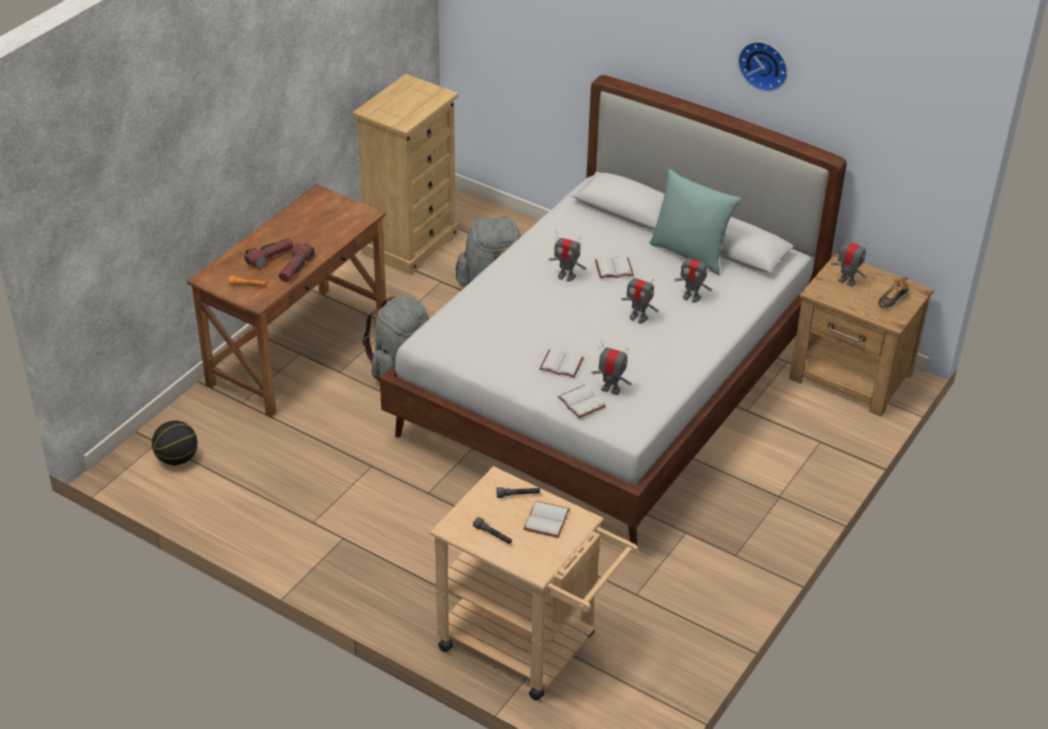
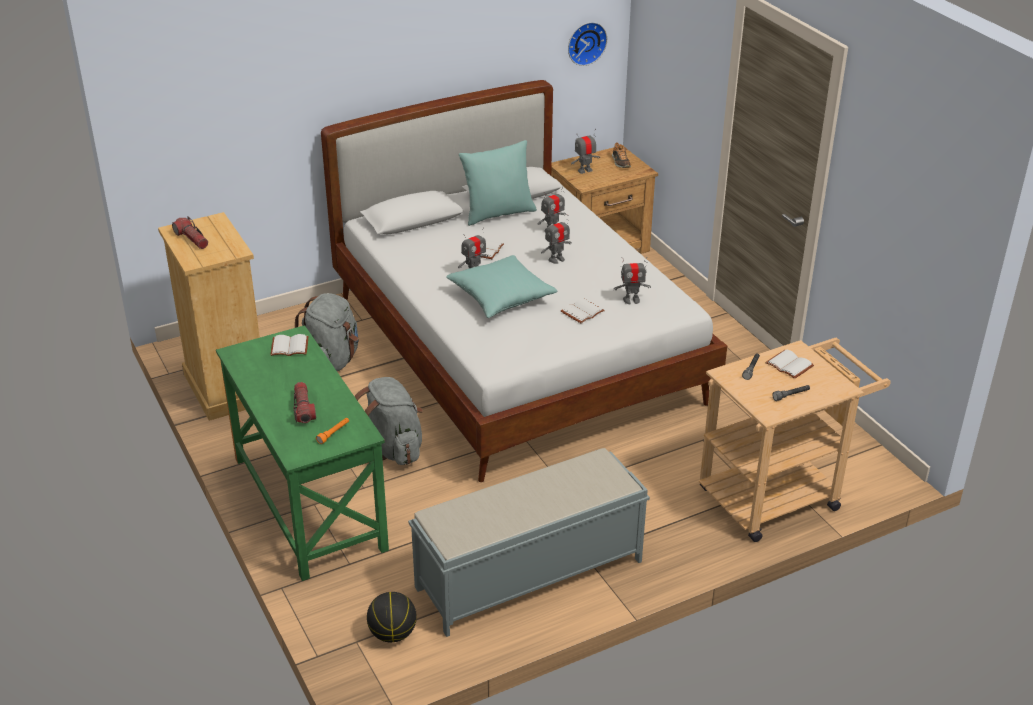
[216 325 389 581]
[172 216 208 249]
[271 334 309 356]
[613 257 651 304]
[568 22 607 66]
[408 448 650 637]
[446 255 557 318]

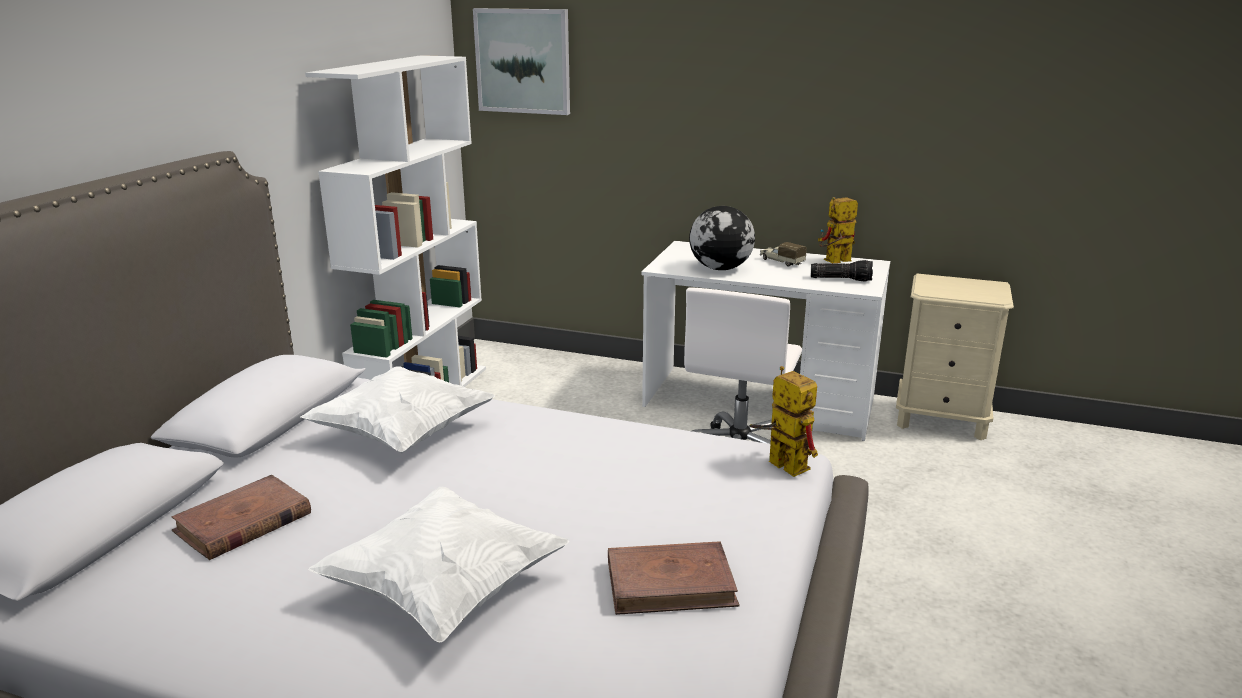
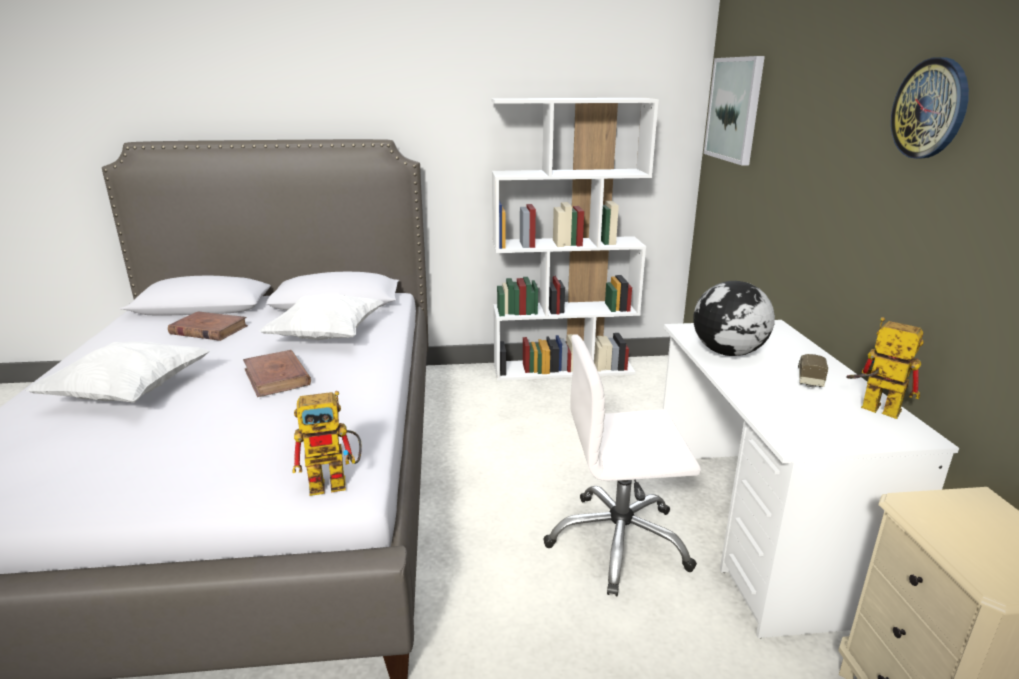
[243 350 311 397]
[292 391 361 496]
[811 260 873 282] (first image)
[891 57 969 159]

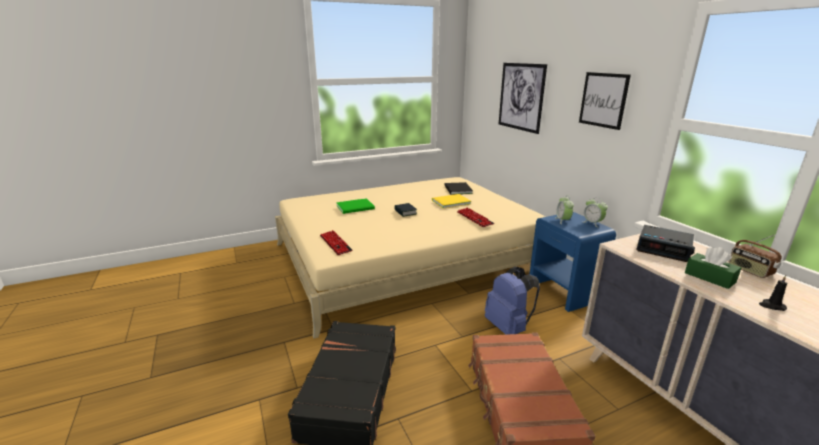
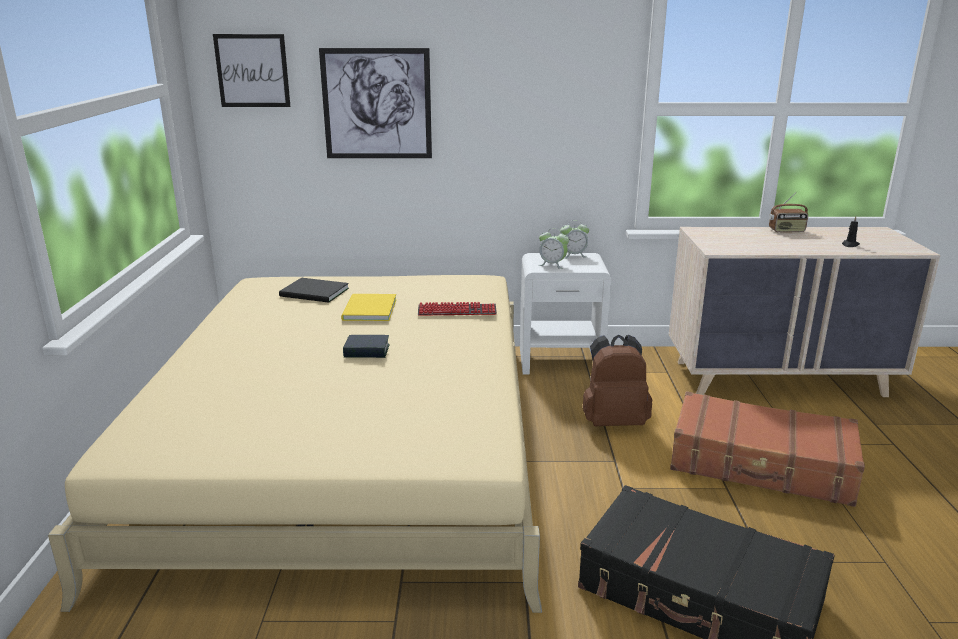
[320 230 353 255] (first image)
[336 198 375 214] (first image)
[583 335 652 426]
[520 253 611 374]
[213 34 290 107]
[636 225 695 262] (first image)
[685 247 741 289] (first image)

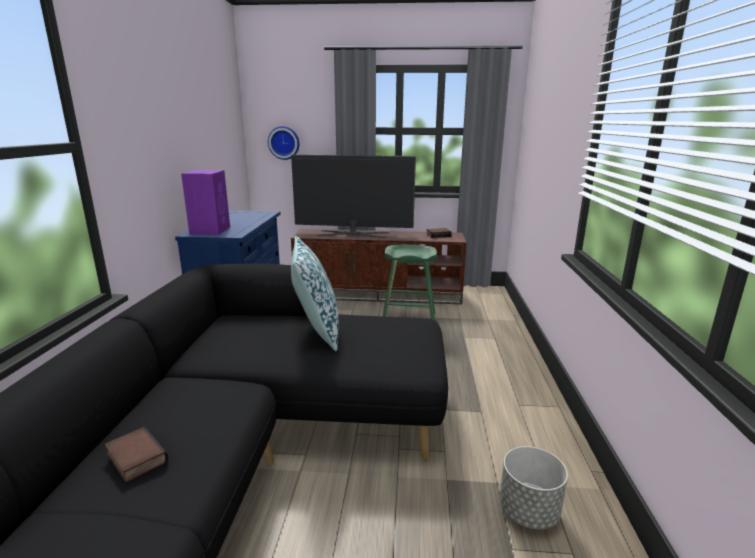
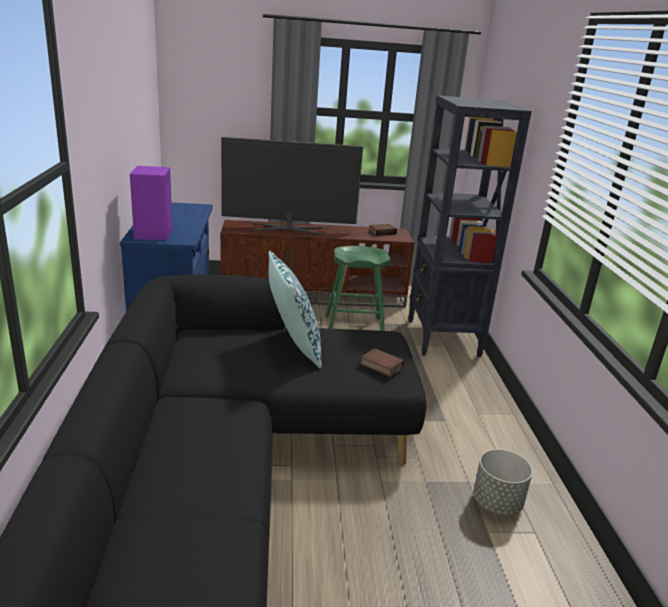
[360 348 404 377]
[268 126 299 160] (first image)
[408 96 532 357]

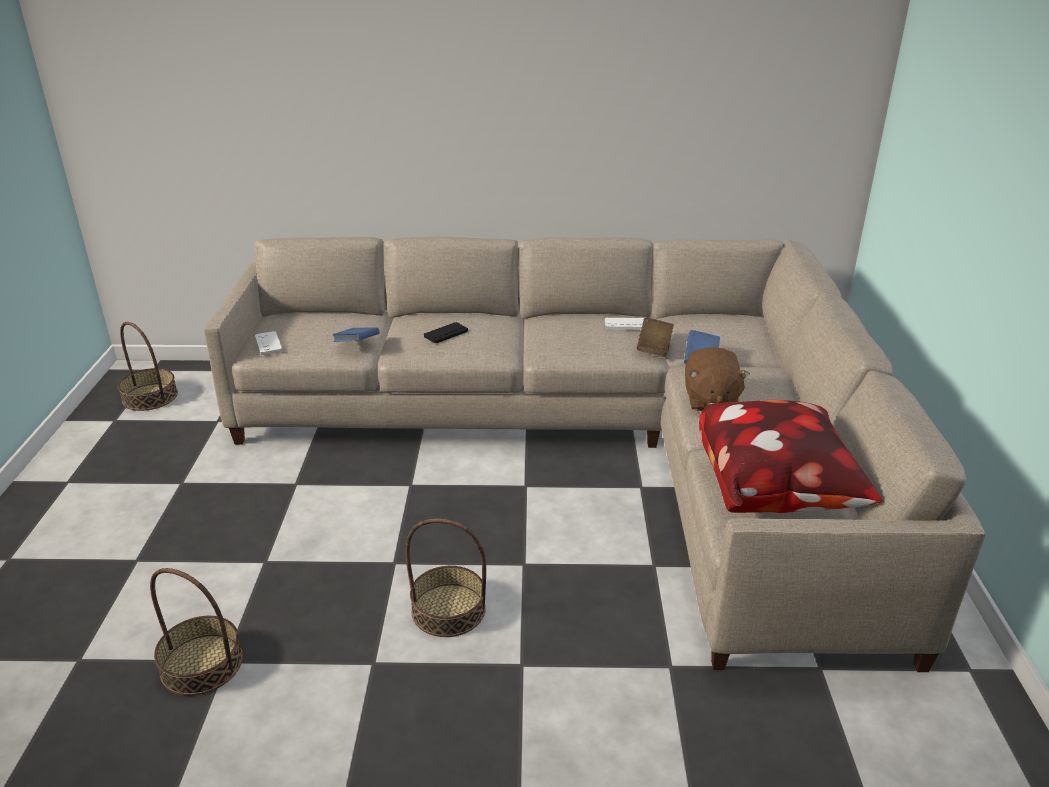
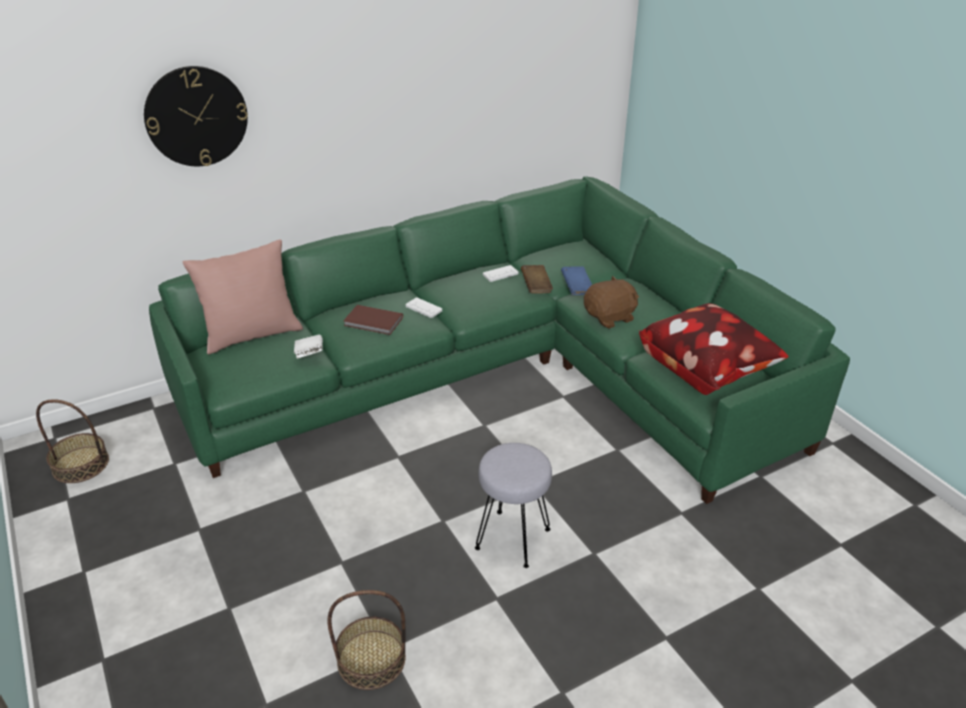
[149 176 850 504]
[406 298 442 318]
[294 335 323 359]
[475 443 552 568]
[343 305 403 335]
[584 276 639 329]
[144 66 248 166]
[183 239 303 355]

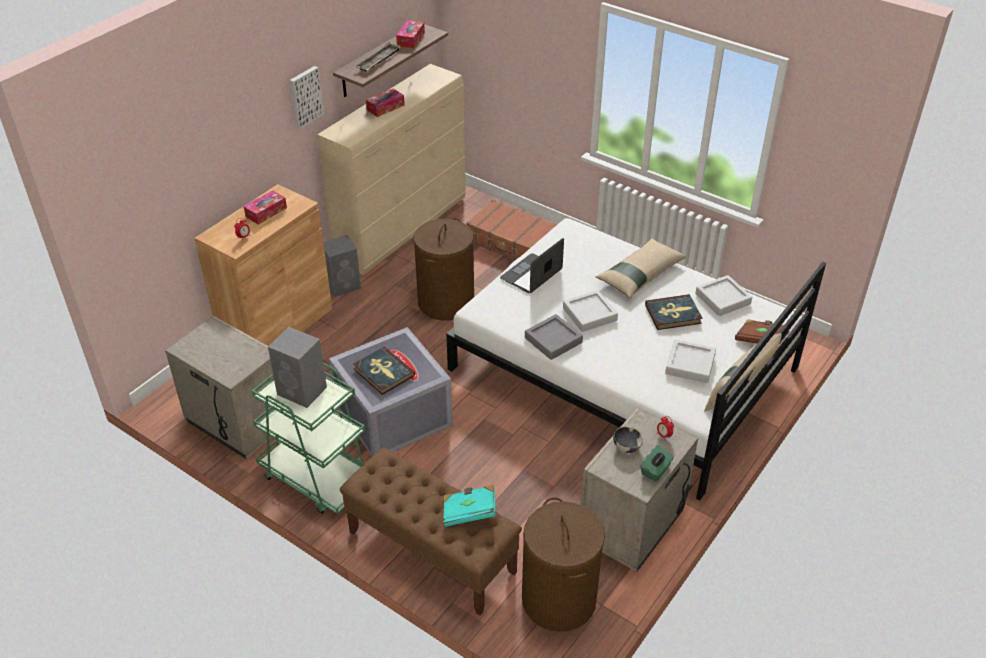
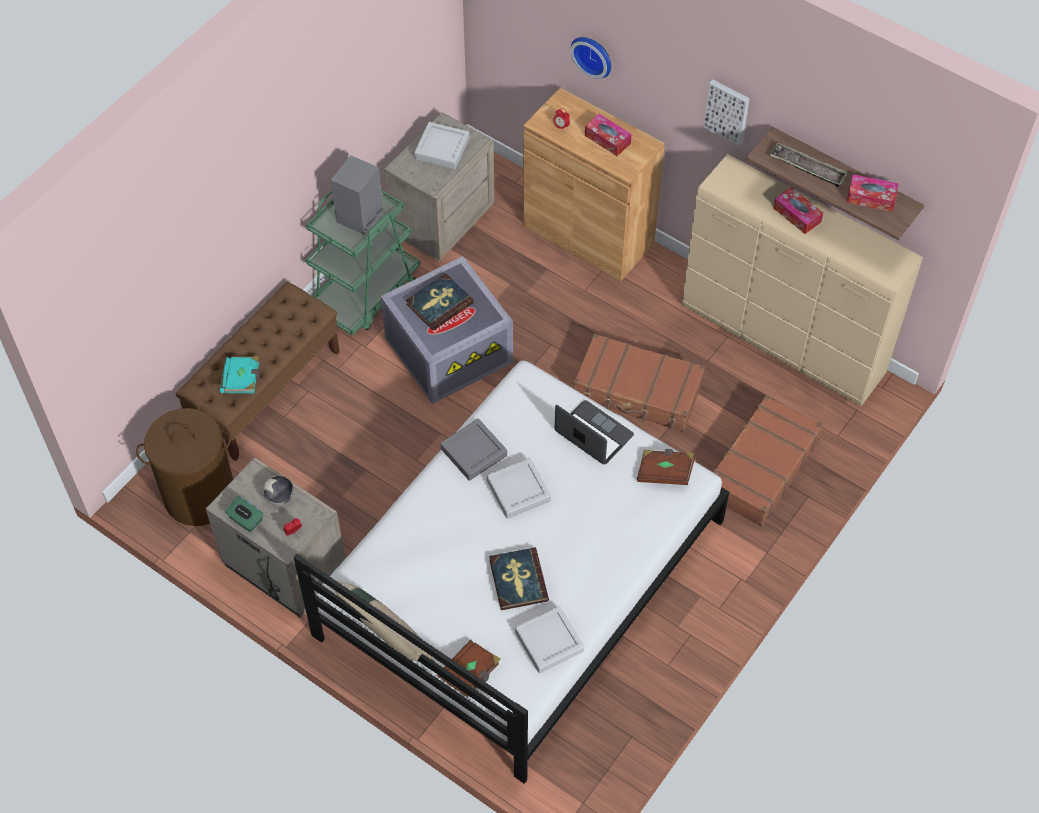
[323 235 361 297] (first image)
[574 333 705 432]
[596 238 686 298] (first image)
[414 122 469 169]
[570 37 611 79]
[637 449 695 485]

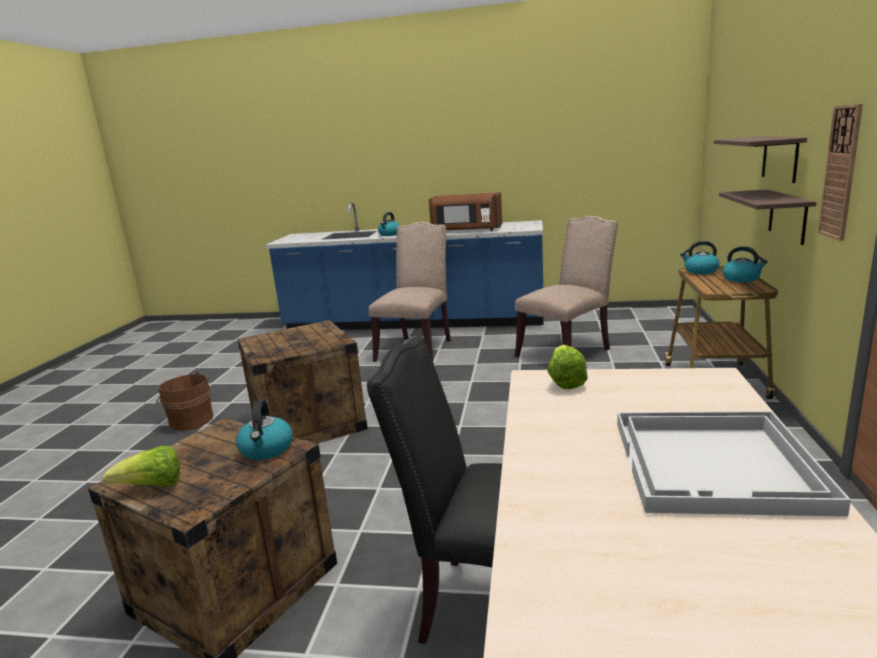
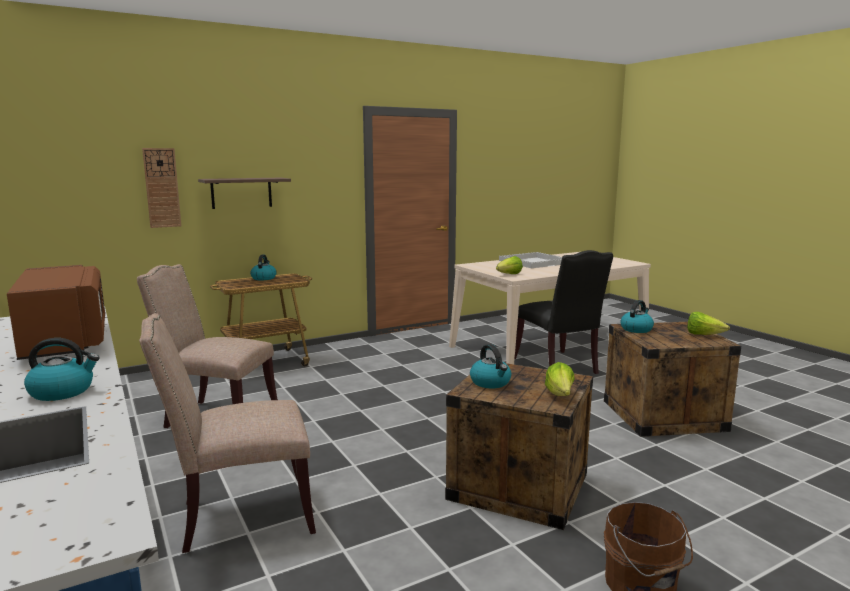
[470 344 511 388]
[719 189 817 245] (first image)
[142 148 181 228]
[545 362 575 396]

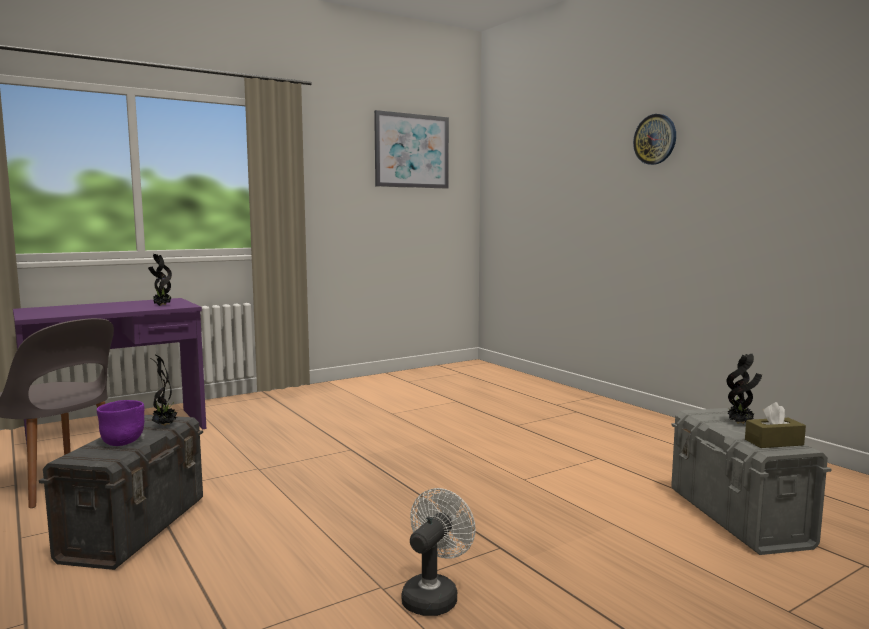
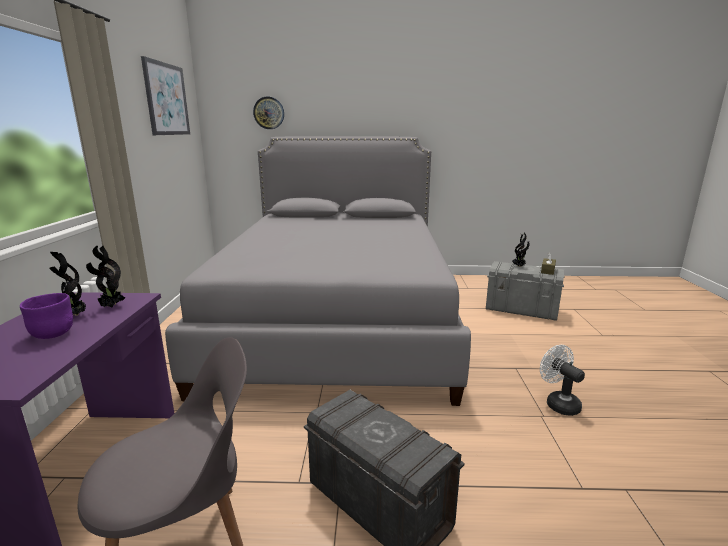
[20 293 73 339]
[49 252 86 316]
[253 97 284 129]
[165 136 471 406]

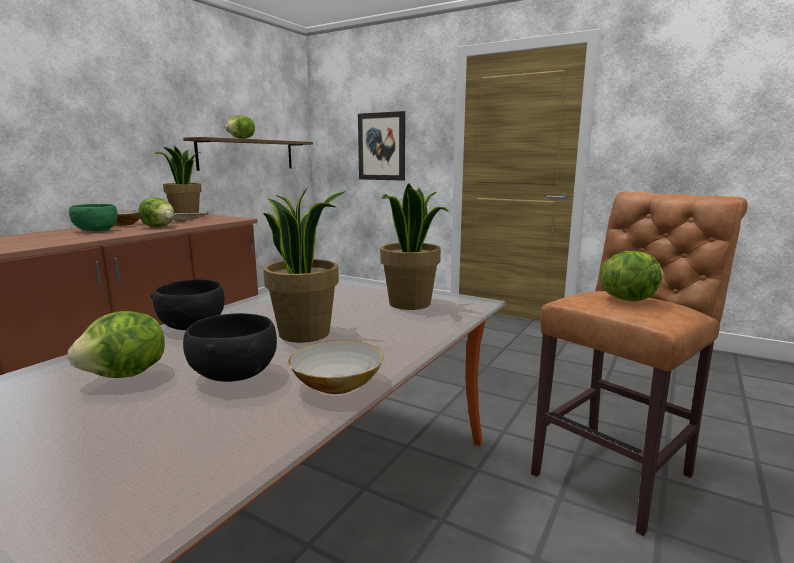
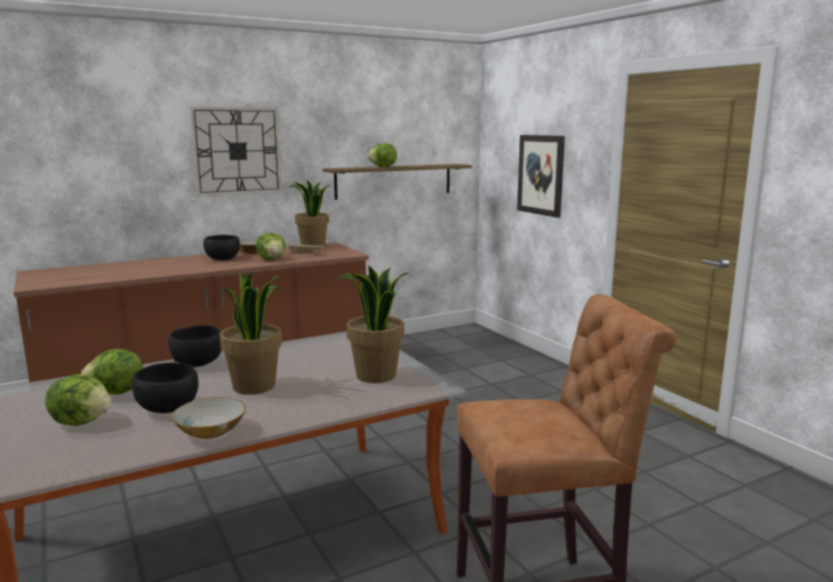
[203 235 240 260]
[45 374 112 426]
[190 106 282 197]

